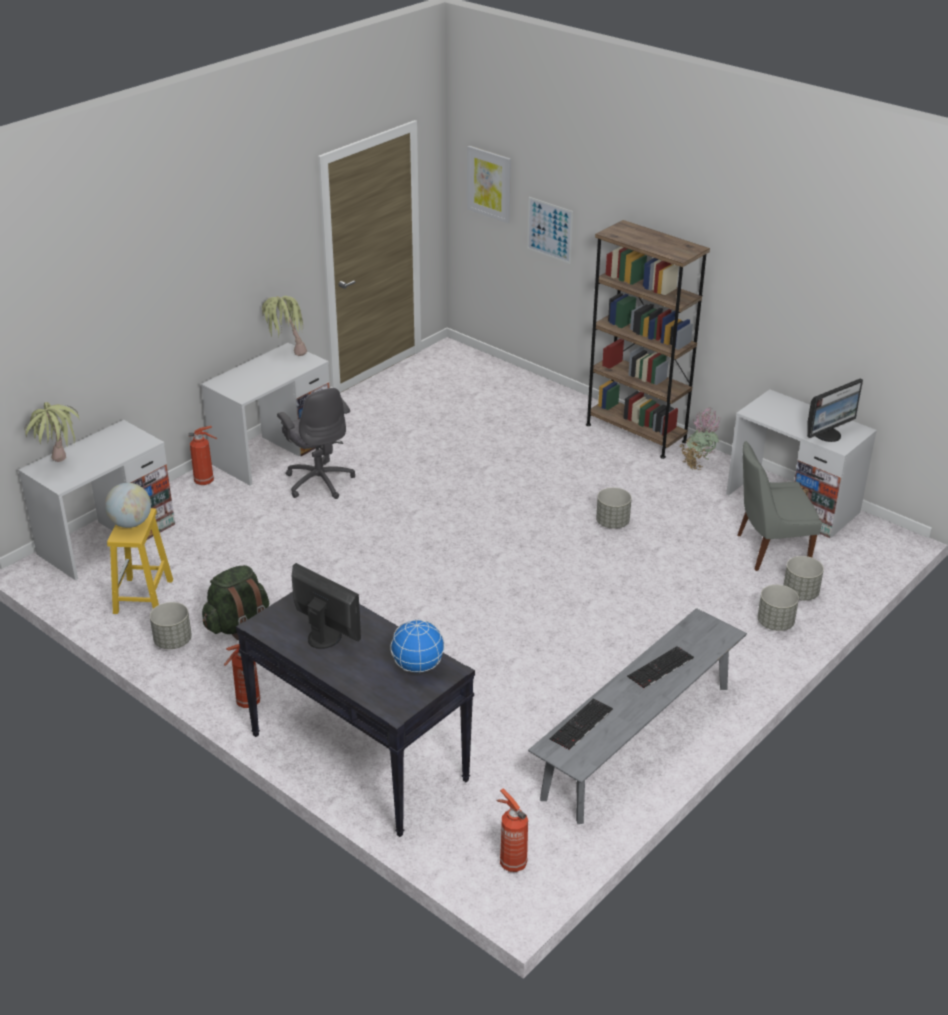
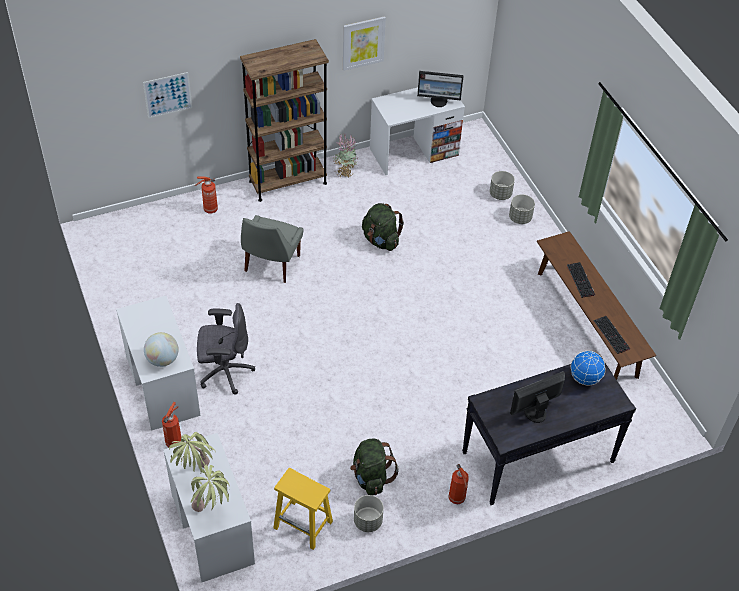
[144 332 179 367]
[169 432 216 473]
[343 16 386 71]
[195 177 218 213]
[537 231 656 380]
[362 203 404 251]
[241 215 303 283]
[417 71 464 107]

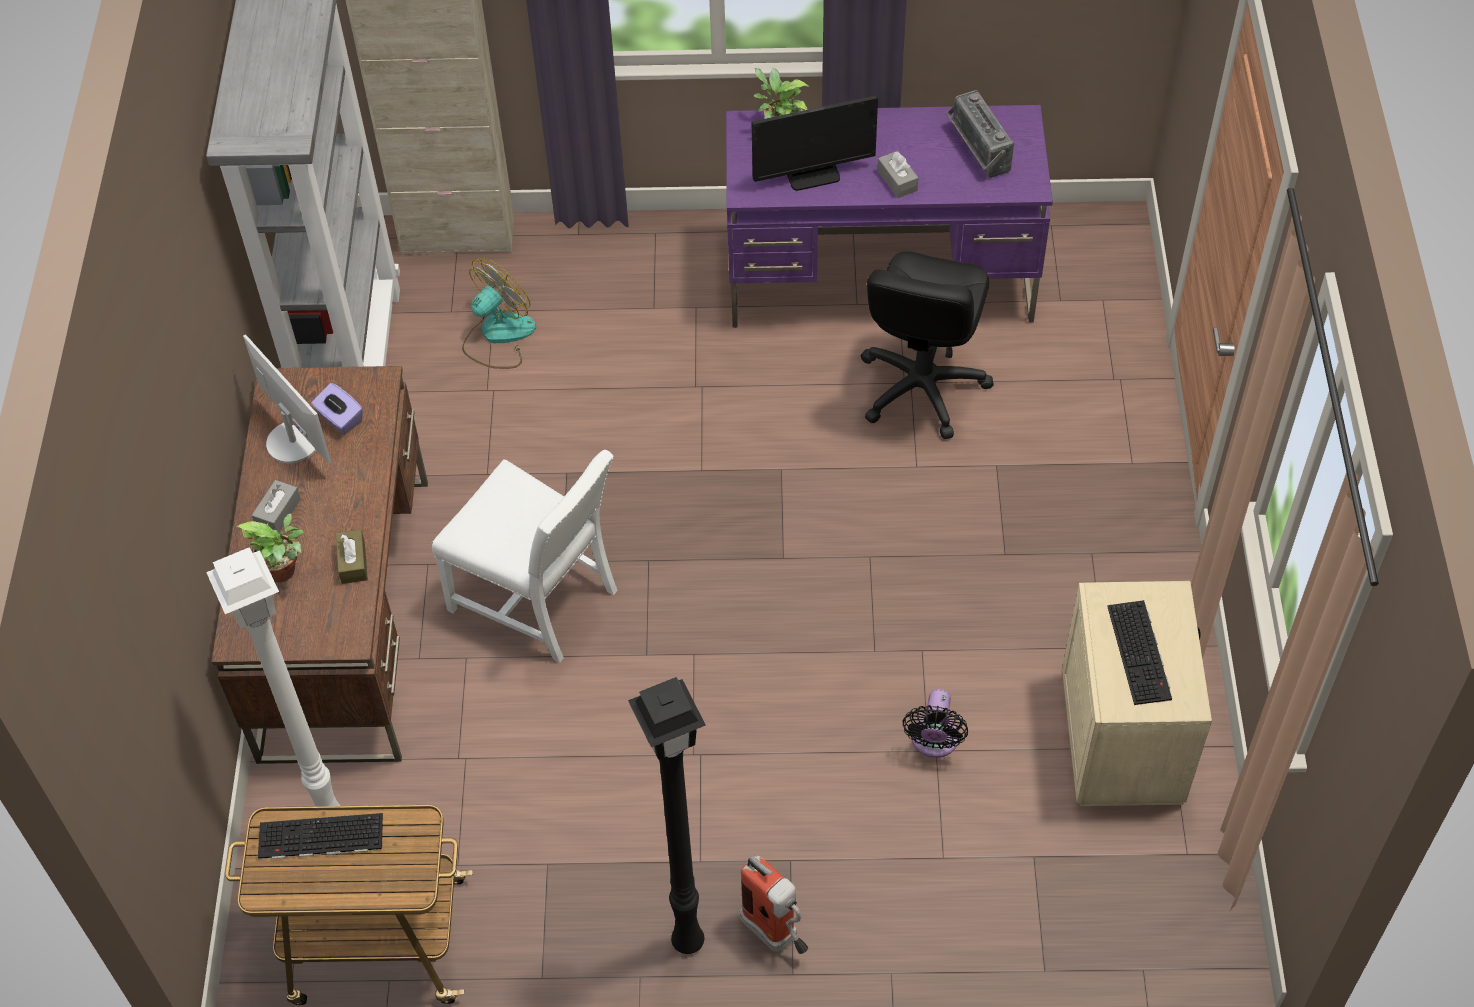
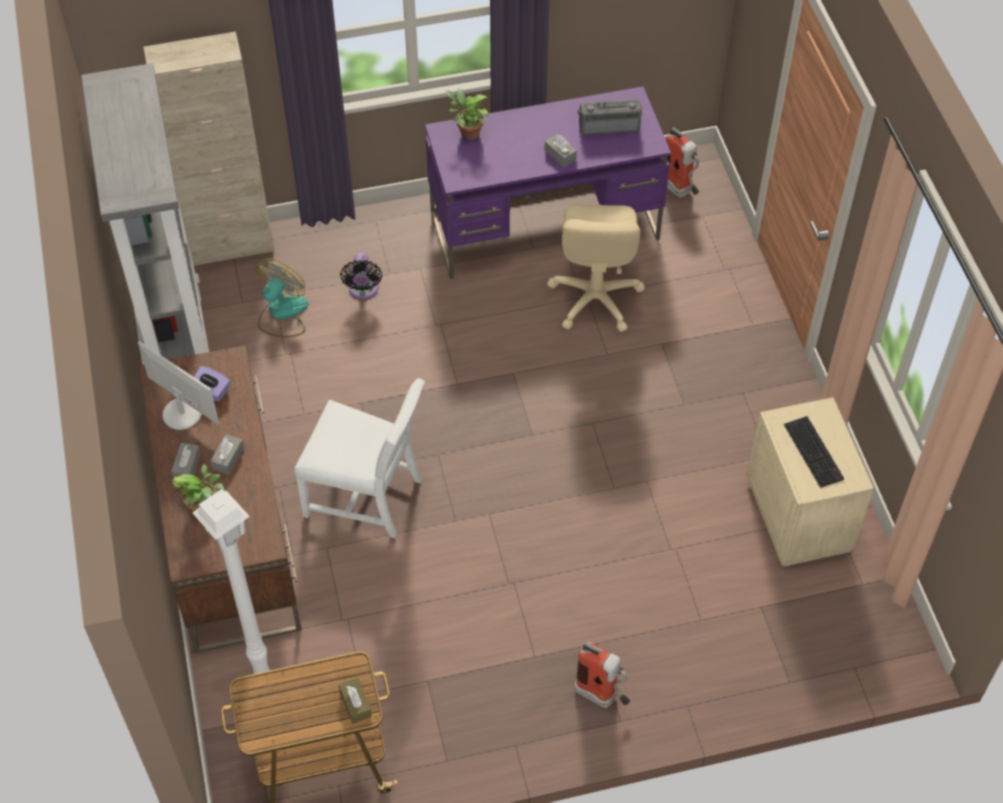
[258 813 383 859] (first image)
[339 678 372 724]
[628 677 706 954] (first image)
[752 96 878 191] (first image)
[547 204 645 332]
[340 253 382 299]
[578 98 642 135]
[210 434 244 475]
[666 128 699 198]

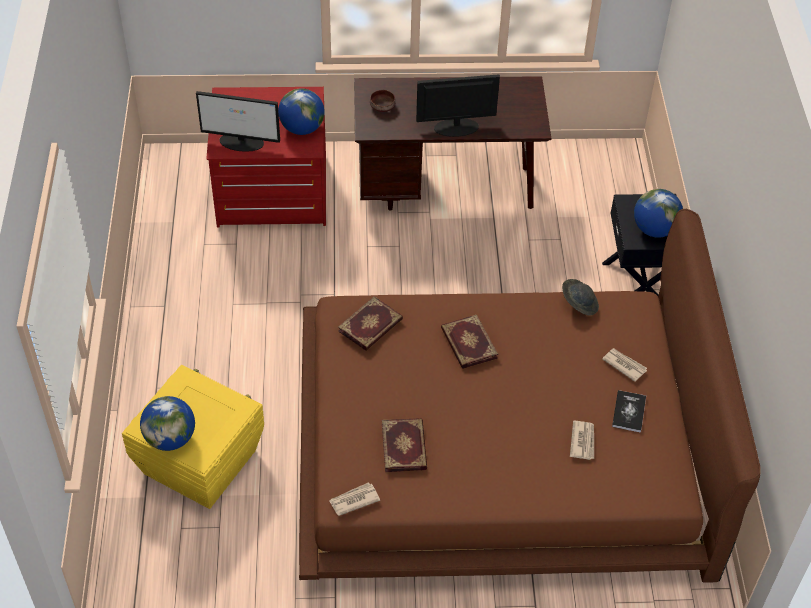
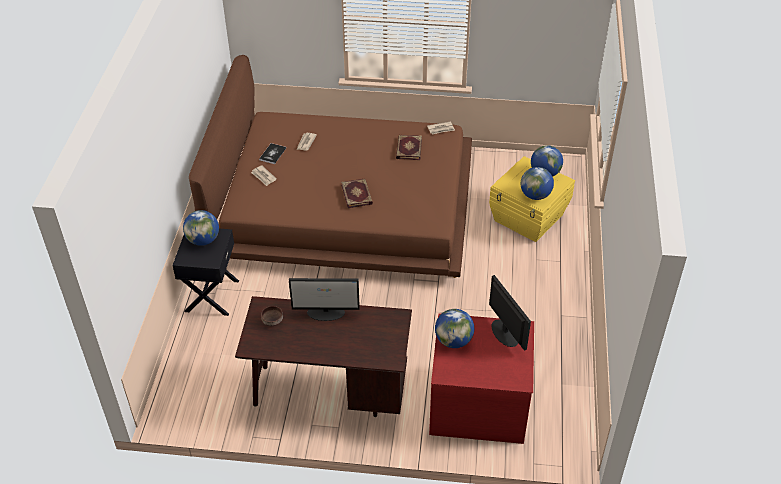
[489 275 531 351]
[338 296 403 351] (first image)
[261 306 283 326]
[562 279 599 316] (first image)
[521 167 554 200]

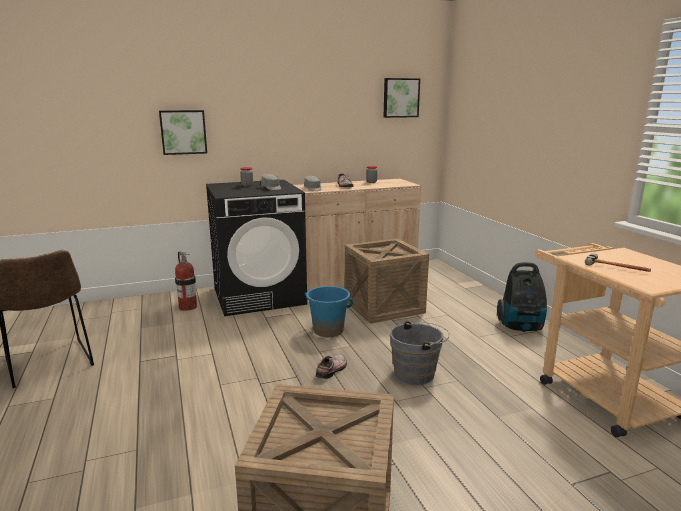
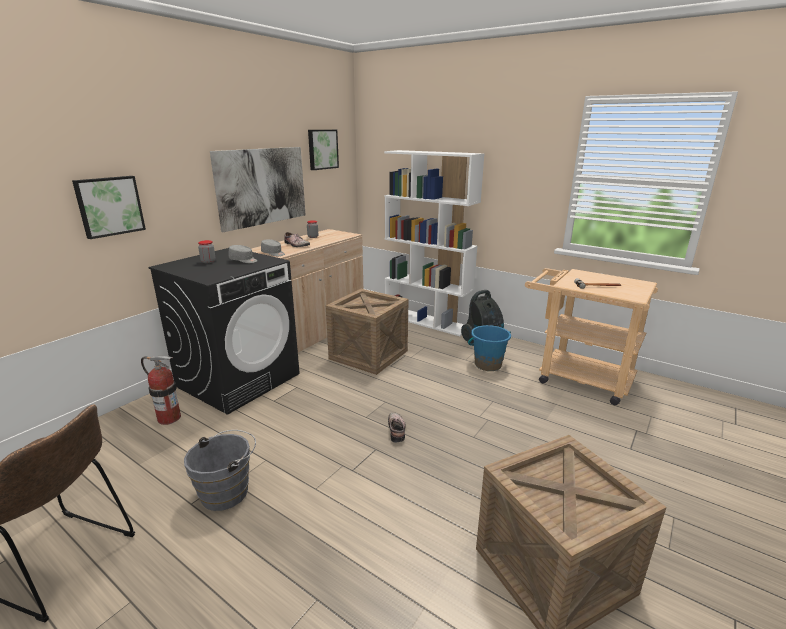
[468 325 511 371]
[184 430 256 511]
[210 147 306 232]
[384 150 484 336]

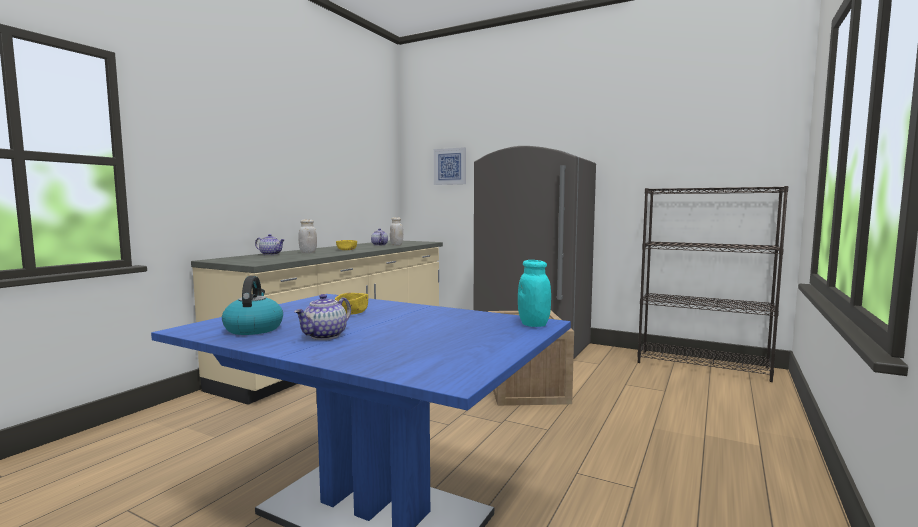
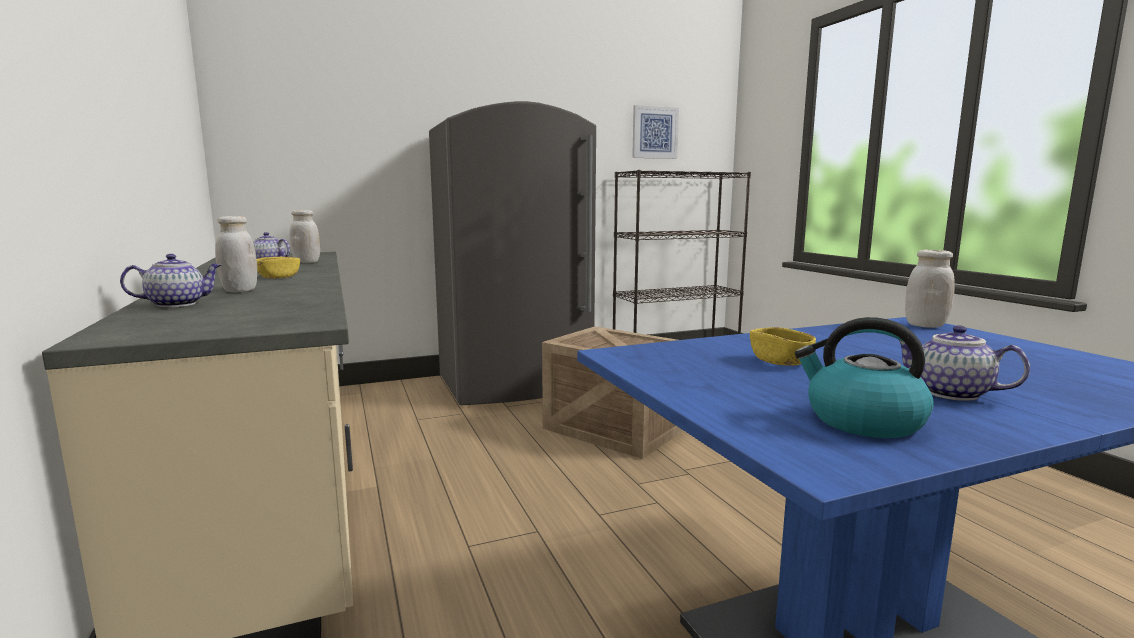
[898 325 1030 401]
[632 105 679 159]
[905 250 955 328]

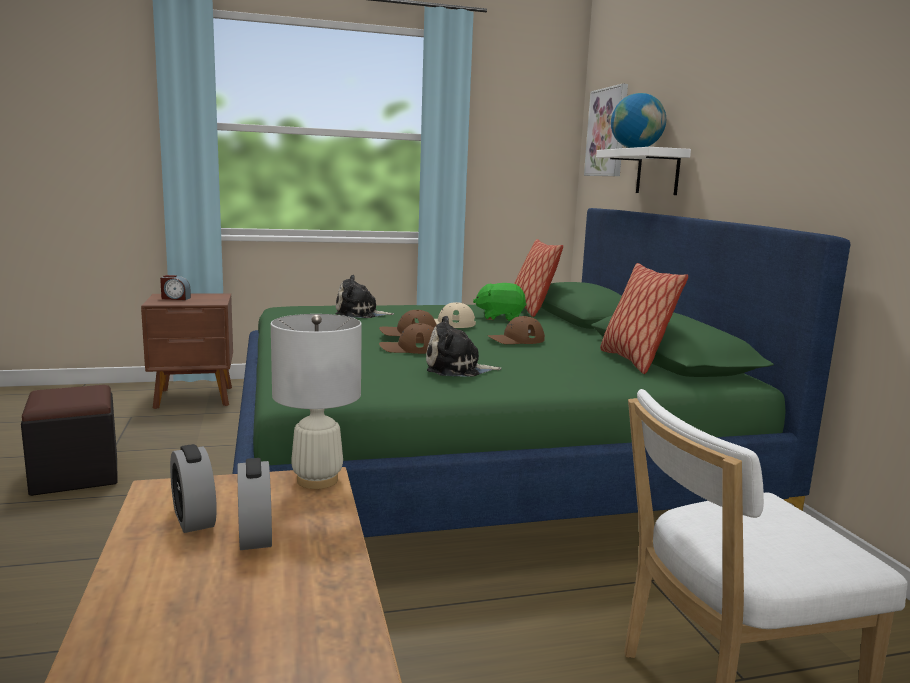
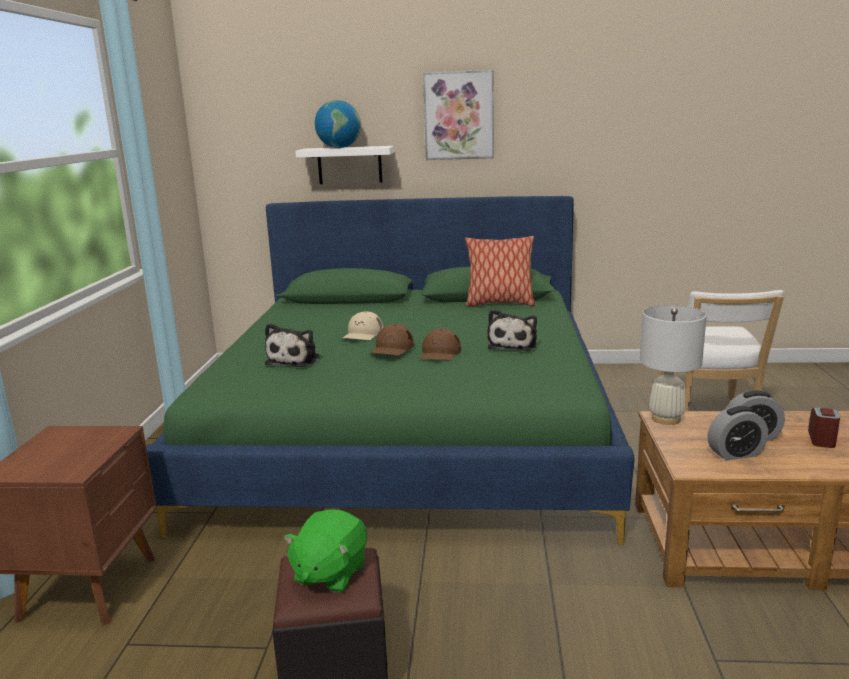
[808 407 840 448]
[283 510 367 593]
[488 316 545 344] (first image)
[514 239 563 317] (first image)
[423 70 494 160]

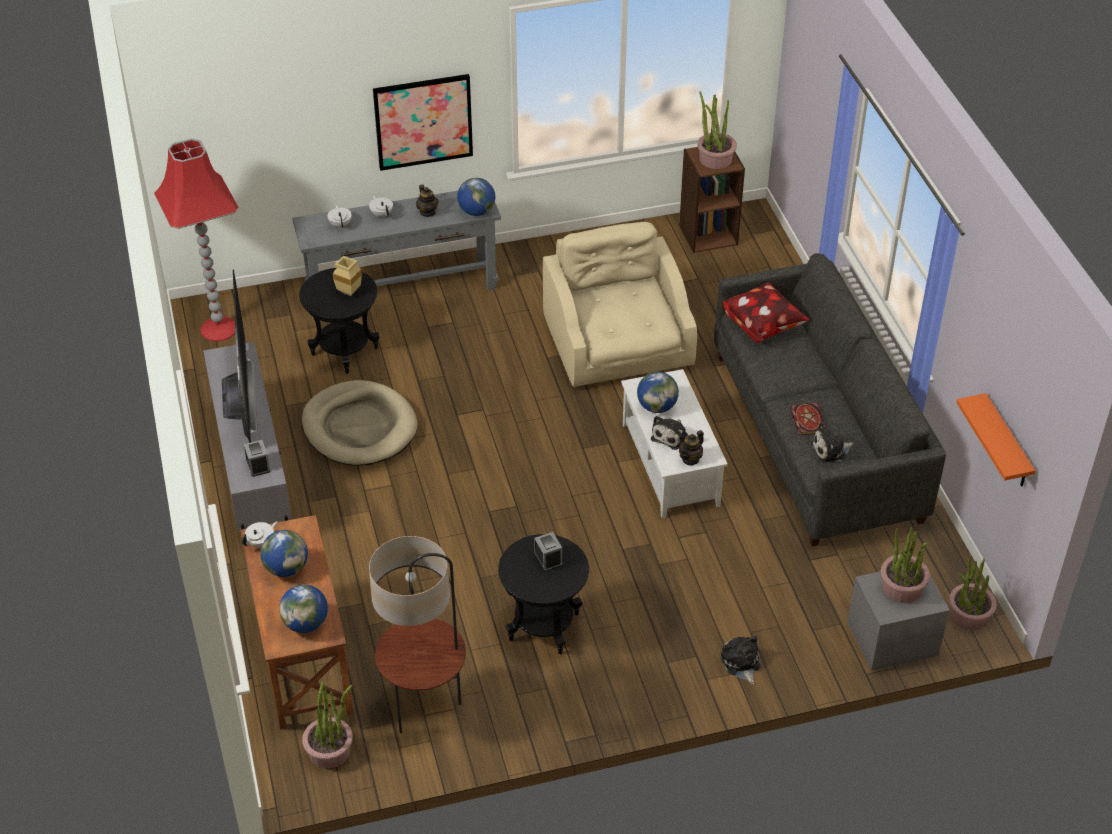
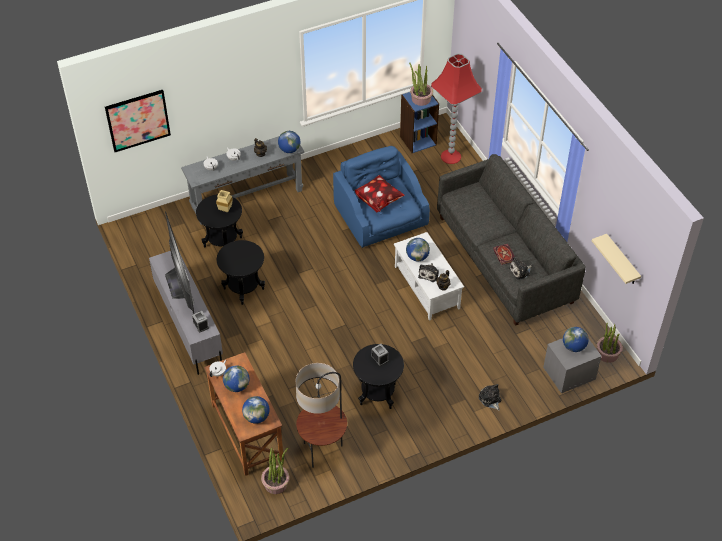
[431 53 482 164]
[217 240 265 305]
[105 90 171 152]
[333 146 430 248]
[400 92 439 153]
[355 175 405 212]
[563 327 589 352]
[592 234 641 284]

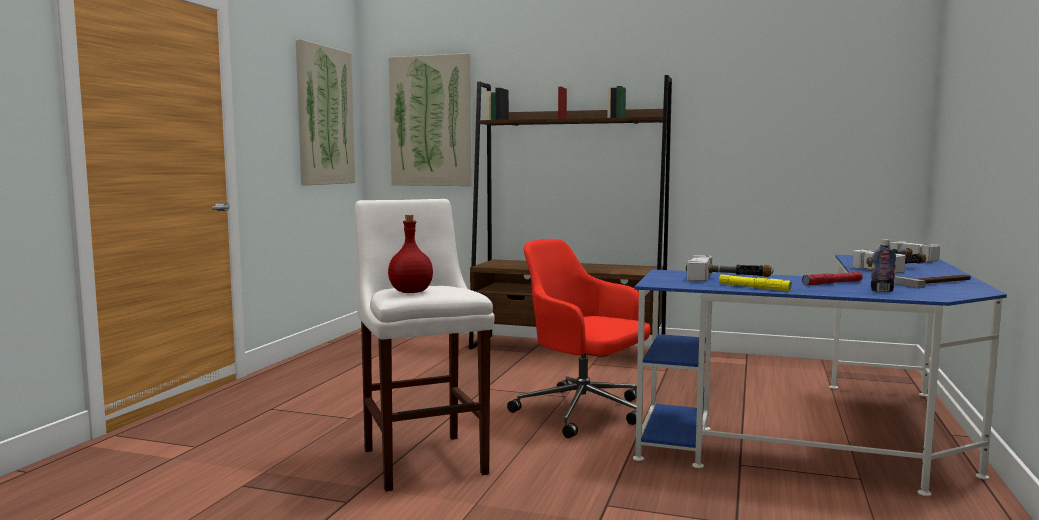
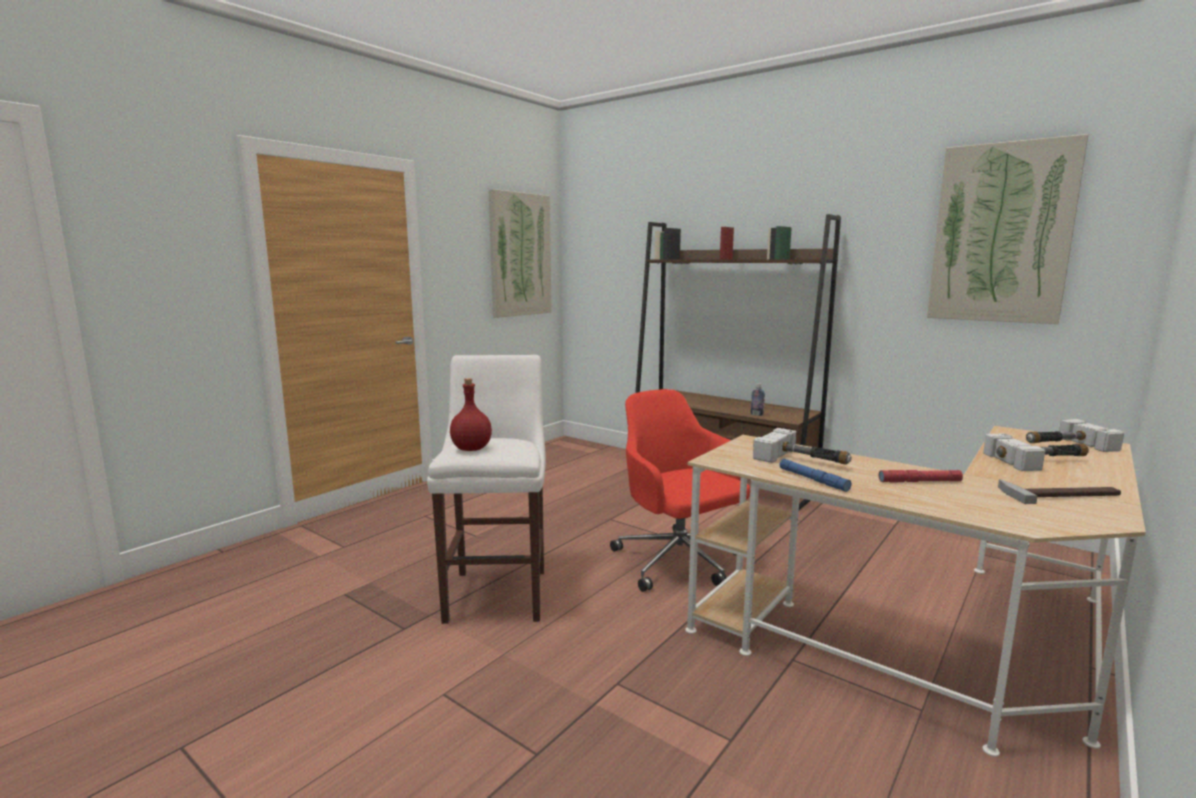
[927 134 1088 324]
[685 426 1146 757]
[780 459 851 492]
[750 383 765 416]

